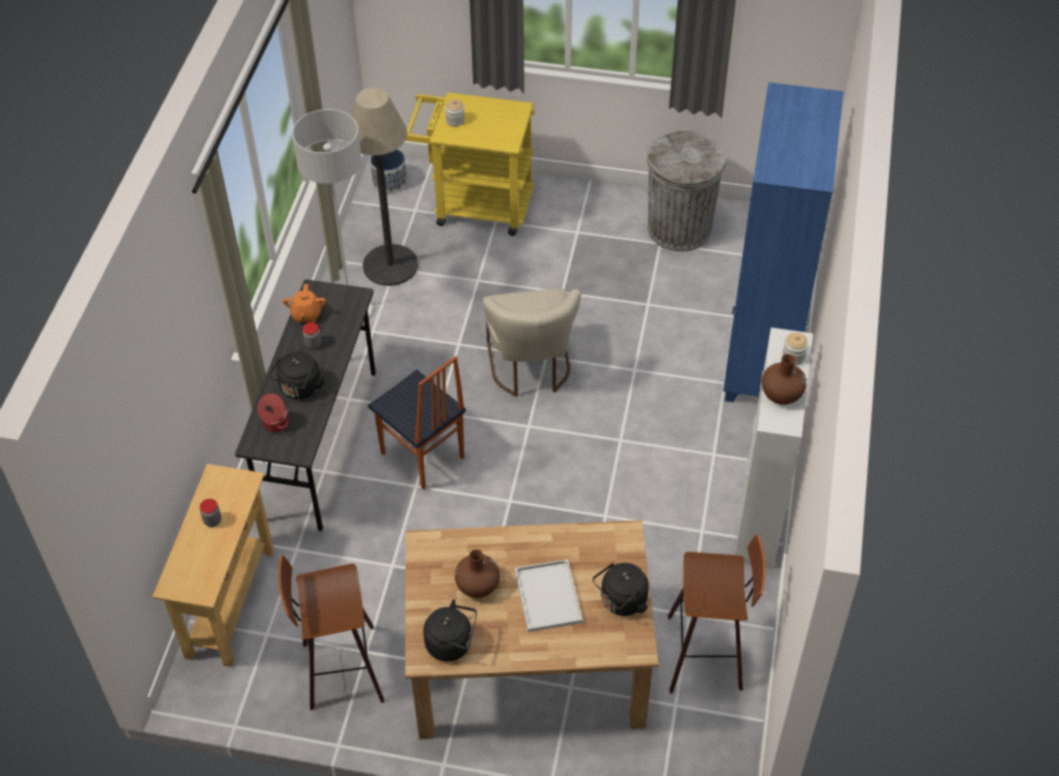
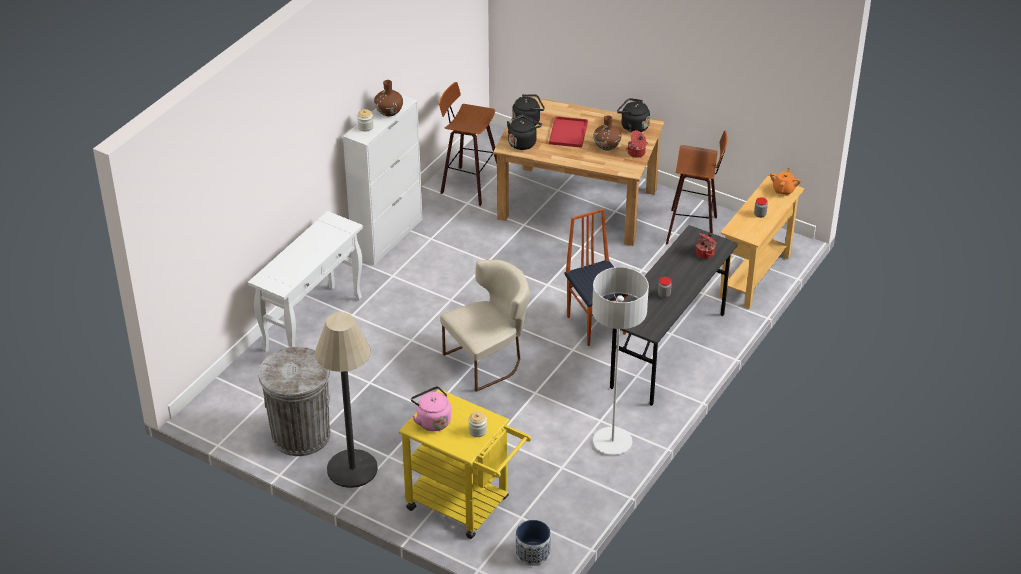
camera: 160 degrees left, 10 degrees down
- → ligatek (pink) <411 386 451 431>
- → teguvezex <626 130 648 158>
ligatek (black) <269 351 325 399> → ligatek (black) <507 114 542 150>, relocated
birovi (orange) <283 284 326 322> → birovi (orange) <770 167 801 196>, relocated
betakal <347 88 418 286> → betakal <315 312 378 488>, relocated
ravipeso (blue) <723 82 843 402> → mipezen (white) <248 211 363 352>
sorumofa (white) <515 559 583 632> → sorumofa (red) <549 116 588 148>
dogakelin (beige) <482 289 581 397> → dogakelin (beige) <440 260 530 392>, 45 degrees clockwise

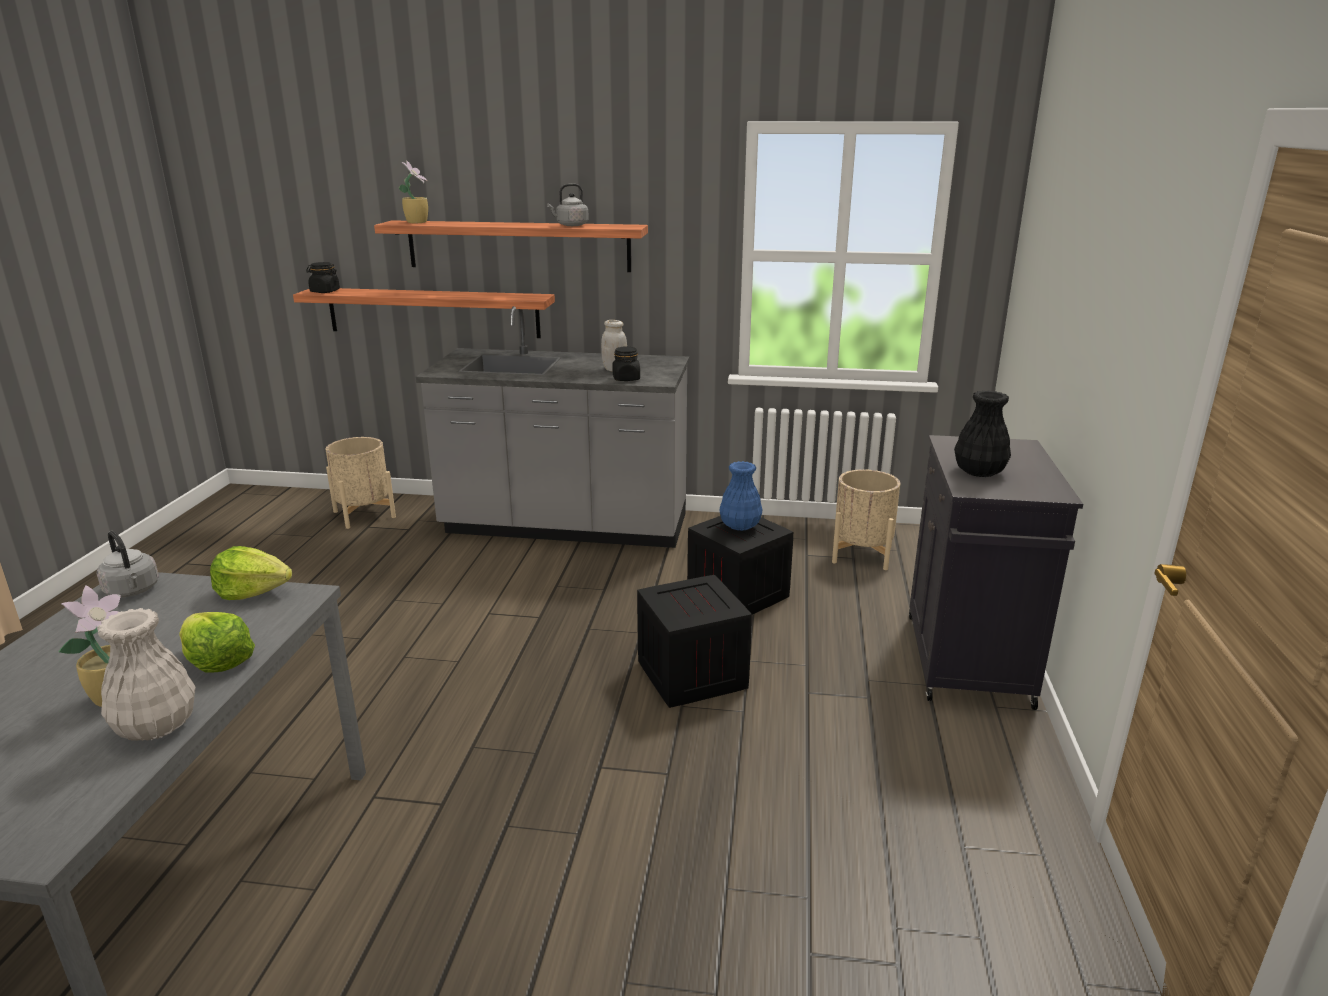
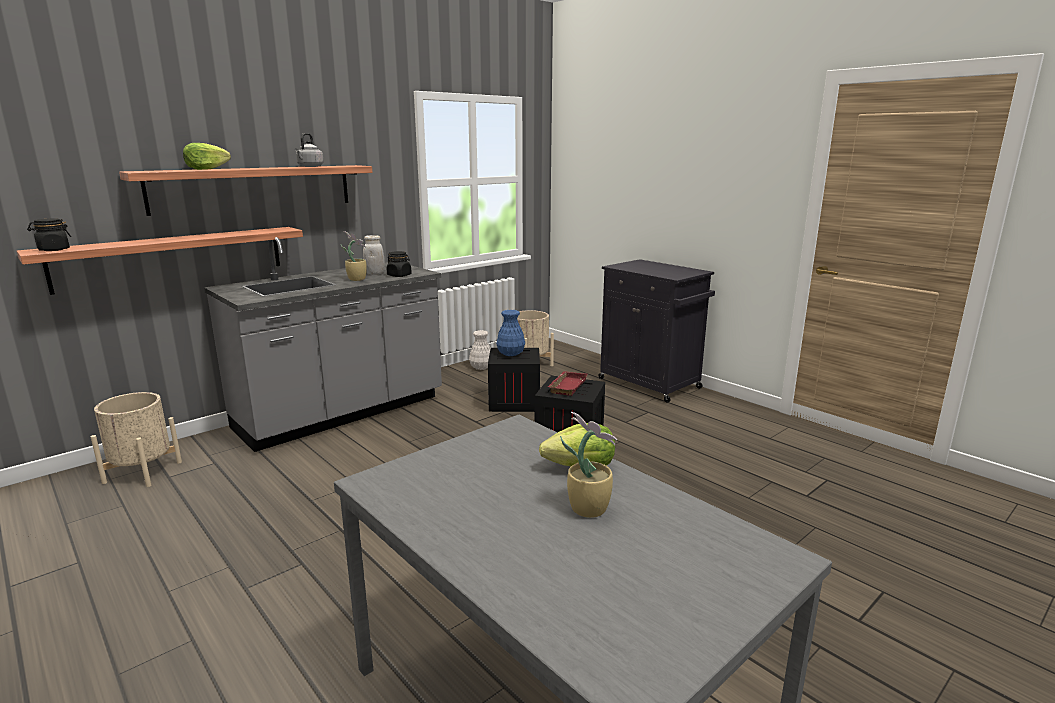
camera: 50 degrees left, 5 degrees down
ligatek (grey) <97 531 159 597> → -
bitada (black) <954 391 1011 477> → -
- → sorumofa (red) <548 371 588 396>
bitada (white) <97 608 196 741> → bitada (white) <469 330 491 370>, relocated
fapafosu <210 546 292 600> → fapafosu <183 143 231 170>, relocated
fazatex <399 161 428 223> → fazatex <341 231 367 281>, relocated

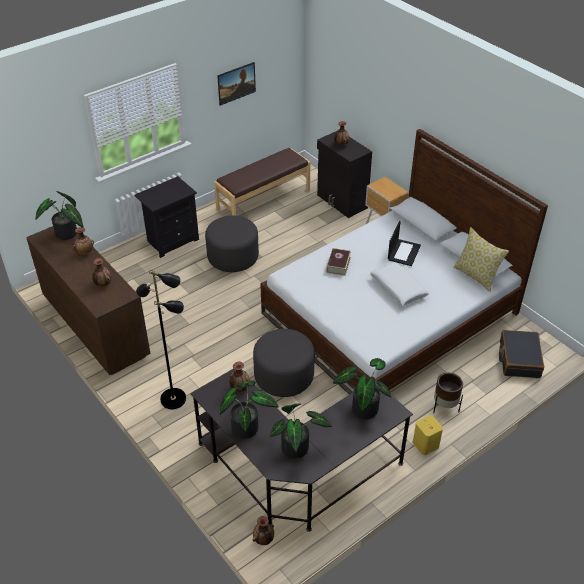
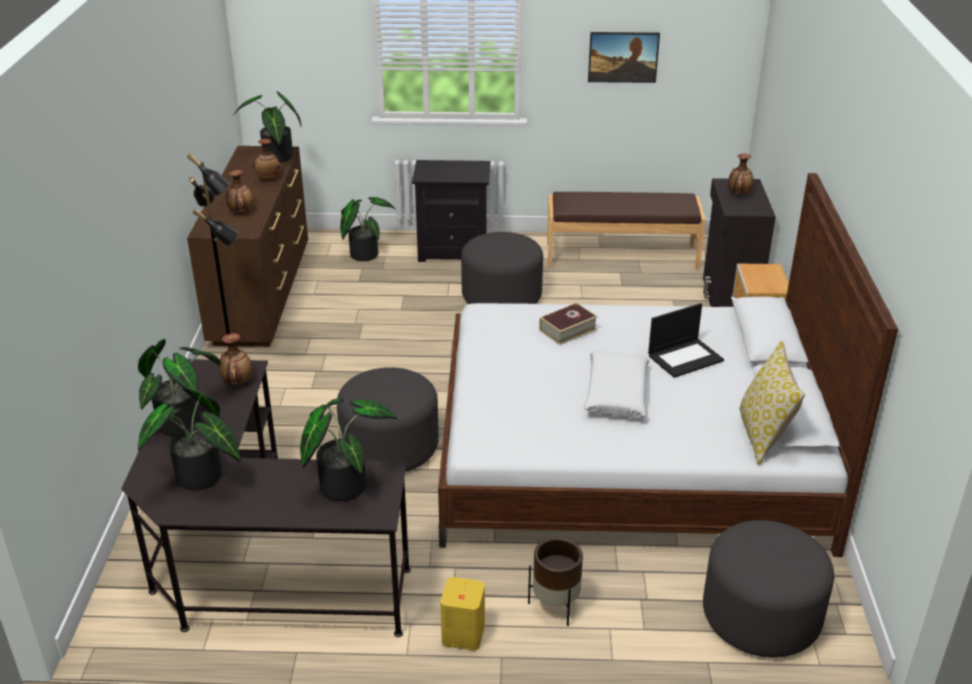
camera: 40 degrees right, 10 degrees down
bitada <253 516 274 545> → -
- → fazatex <340 197 395 261>
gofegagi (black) <499 330 544 378> → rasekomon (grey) <703 520 834 658>

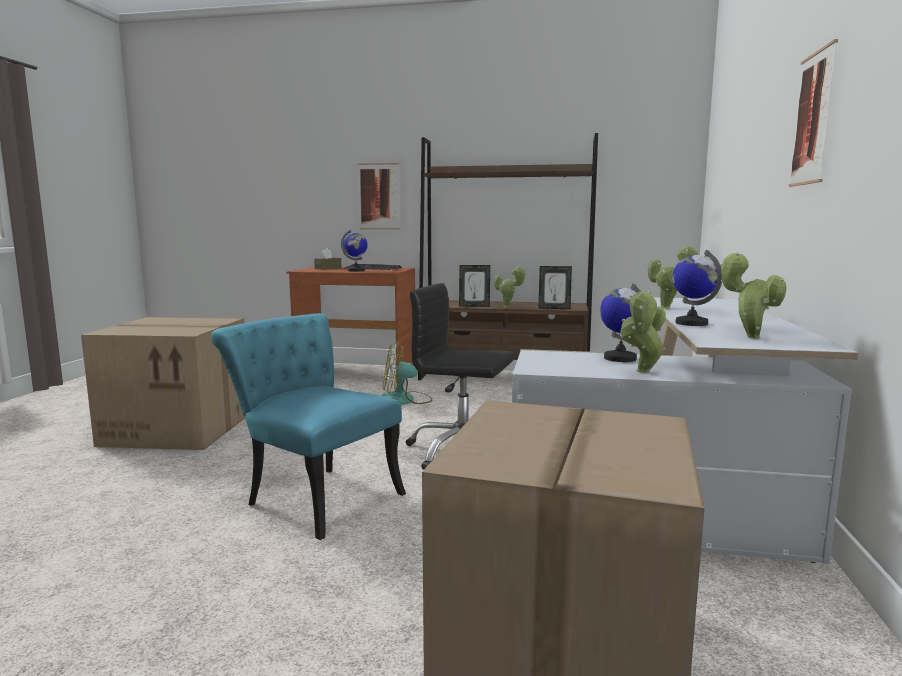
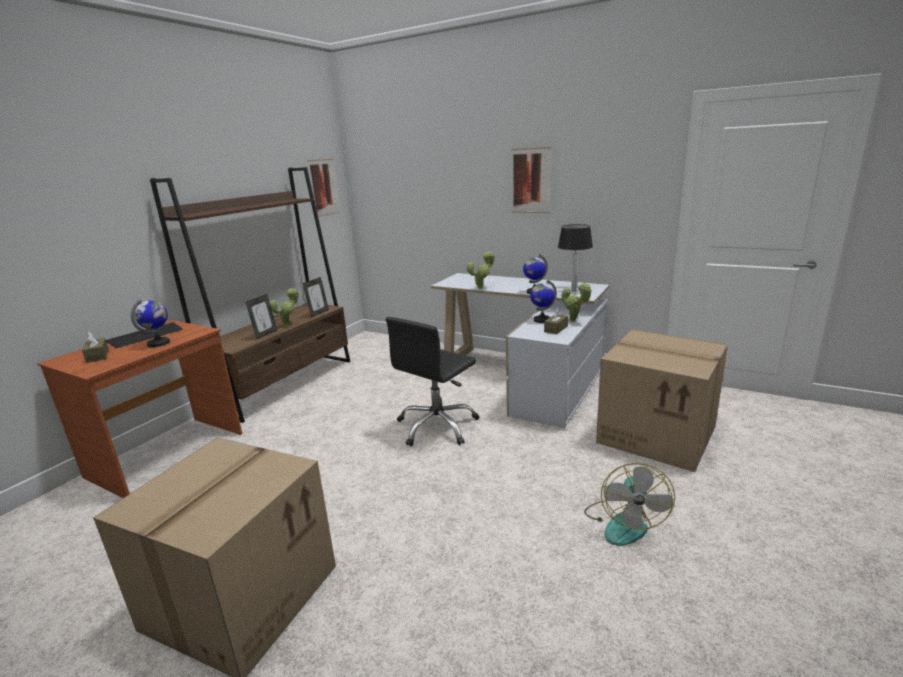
camera: 70 degrees left, 10 degrees up
dogakelin (turquoise) <211 313 406 540> → -
- → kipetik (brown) <544 308 568 334>
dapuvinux <358 163 400 230> → dapuvinux <307 159 340 217>, relocated
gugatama <381 342 432 405> → gugatama <584 463 675 546>, relocated
fazatex <720 252 787 338> → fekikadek <558 224 593 291>

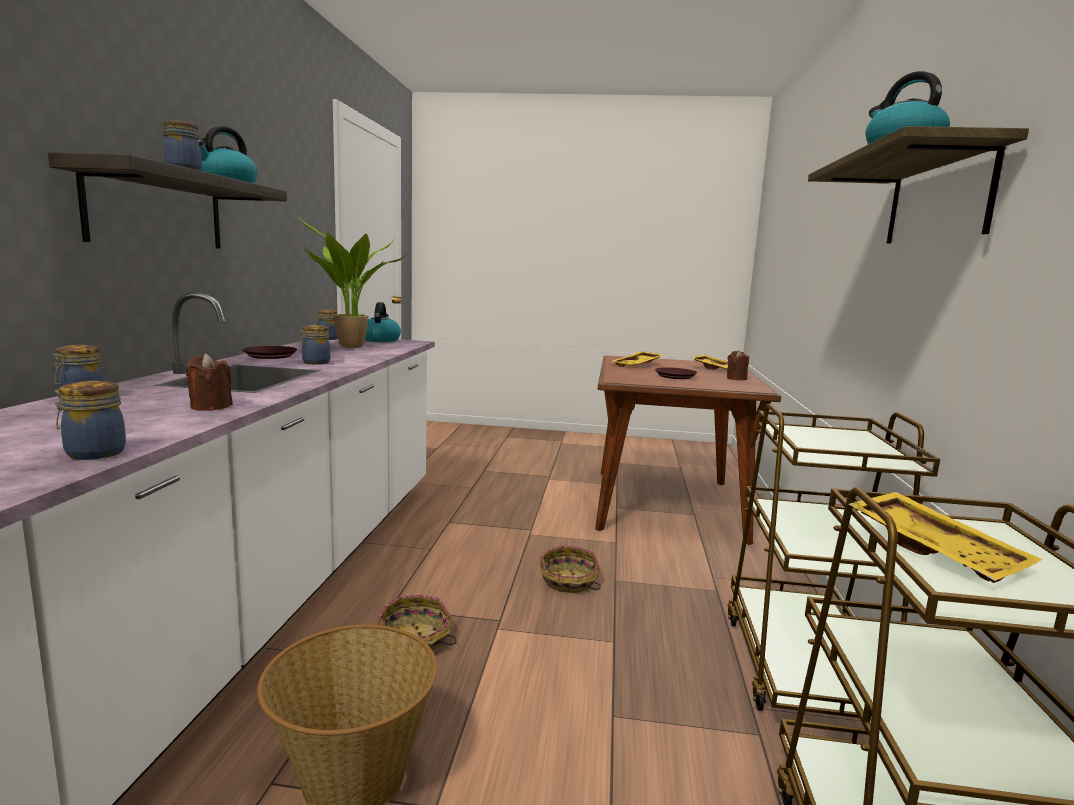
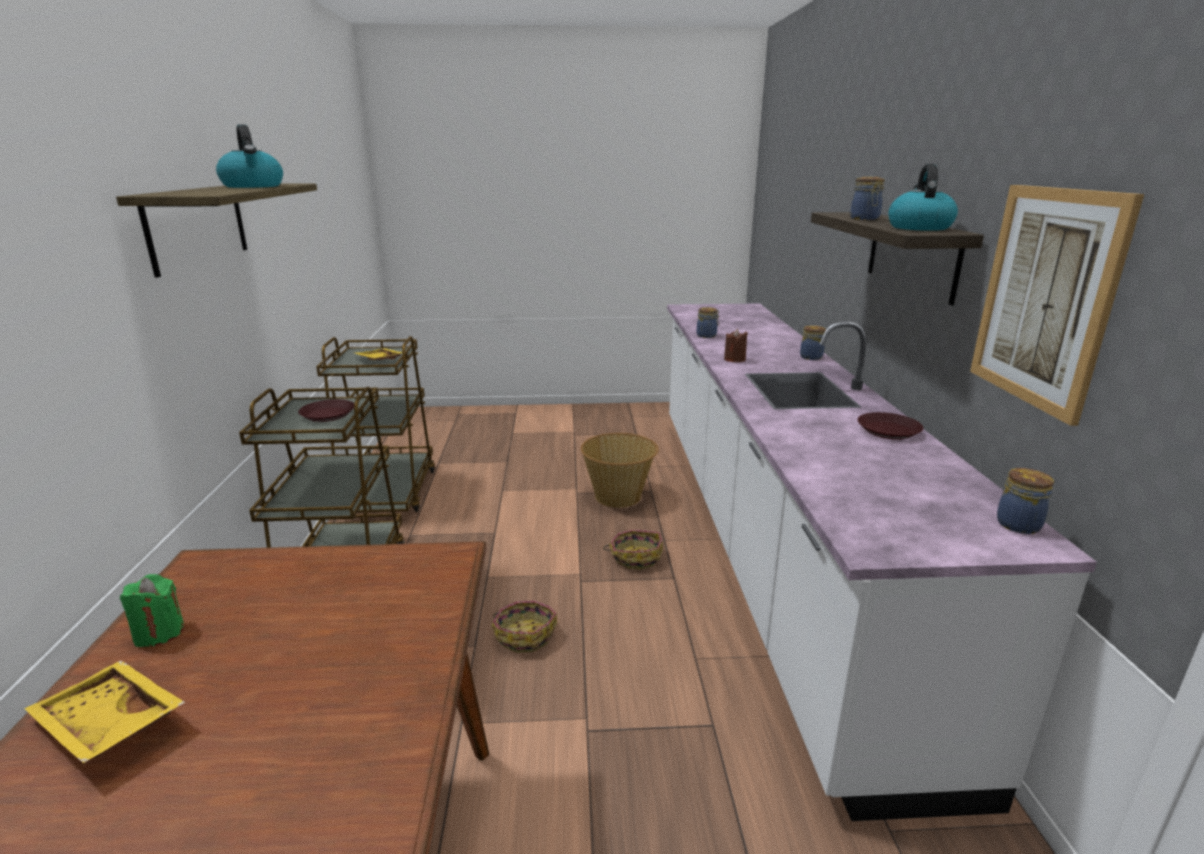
camera: 170 degrees right, 10 degrees up
fazatex <298 216 407 348> → -
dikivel <299 325 331 364> → -
ligatek <365 302 401 342> → -
sorumofa (yellow) <613 351 665 367> → -
- → dapuvinux <970 185 1144 426>
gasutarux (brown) <655 367 697 379> → gasutarux (brown) <298 399 354 422>, relocated
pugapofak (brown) <727 350 749 380> → pugapofak (green) <120 574 184 647>

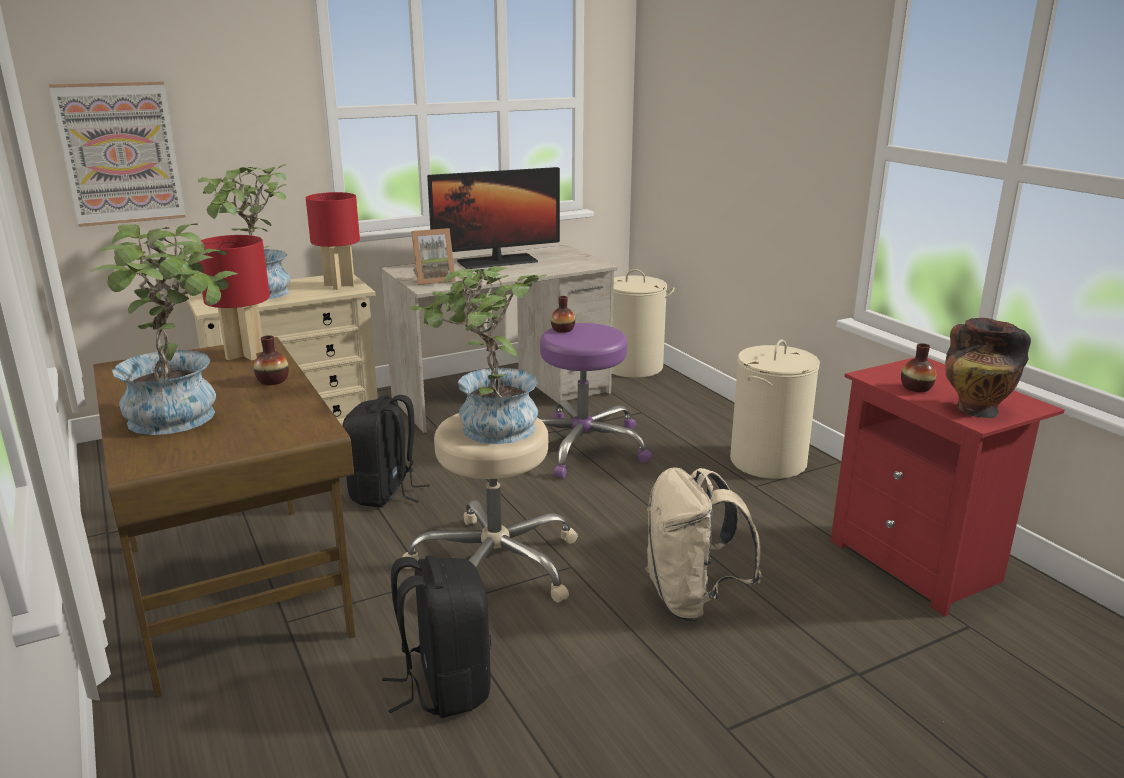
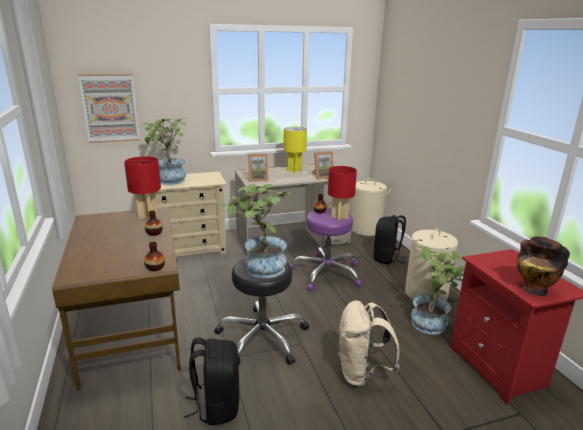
camera: 10 degrees right, 0 degrees up
- → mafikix <312 151 334 180>
fazatex <89 223 238 435> → fazatex <411 246 465 335>, relocated
fekikadek (red) <306 192 360 290> → fekikadek (red) <328 166 357 221>, relocated
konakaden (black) <342 395 430 508> → konakaden (black) <373 215 406 265>, relocated
bitada <901 343 936 392> → bitada <144 242 165 271>, relocated
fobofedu <427 167 560 269> → fekikadek (yellow) <283 127 307 173>
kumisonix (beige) <403 413 578 603> → kumisonix (black) <214 258 309 366>

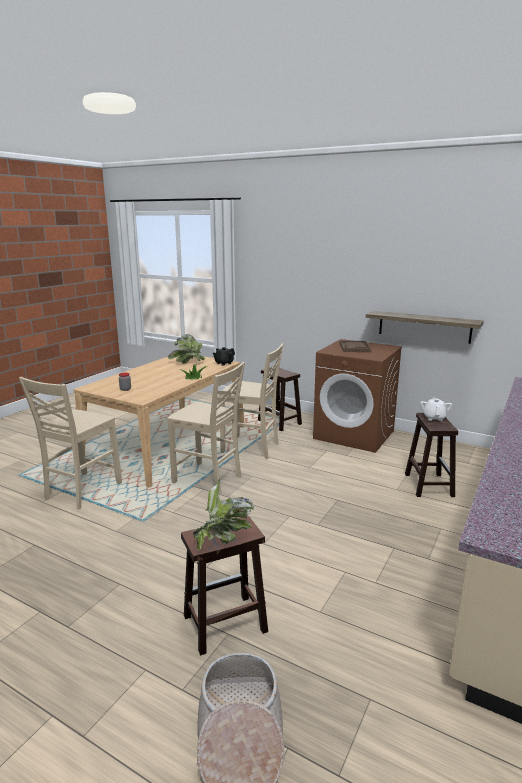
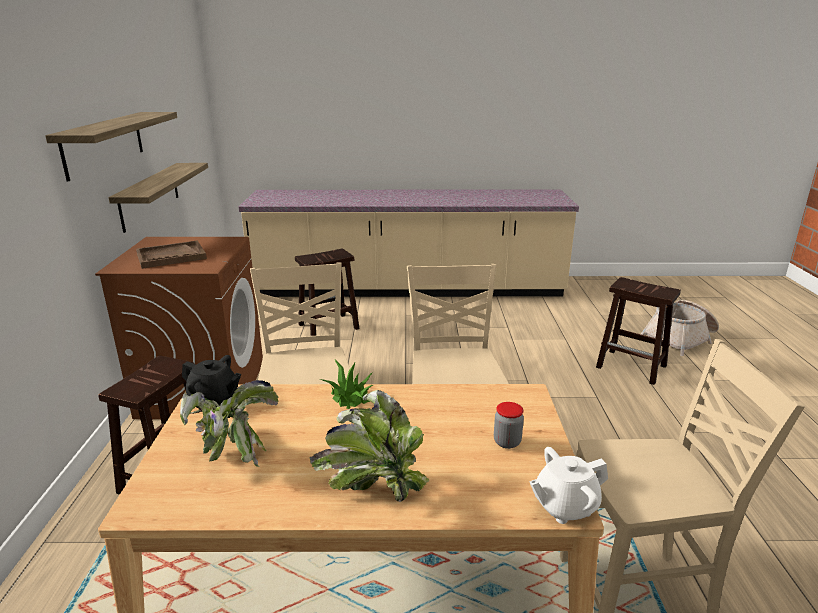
camera: 120 degrees left, 5 degrees up
- → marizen <45 112 177 182>
fazatex <193 479 254 551> → fazatex <310 390 429 502>, relocated
birovi (white) <420 397 452 421> → birovi (white) <530 447 608 524>, relocated

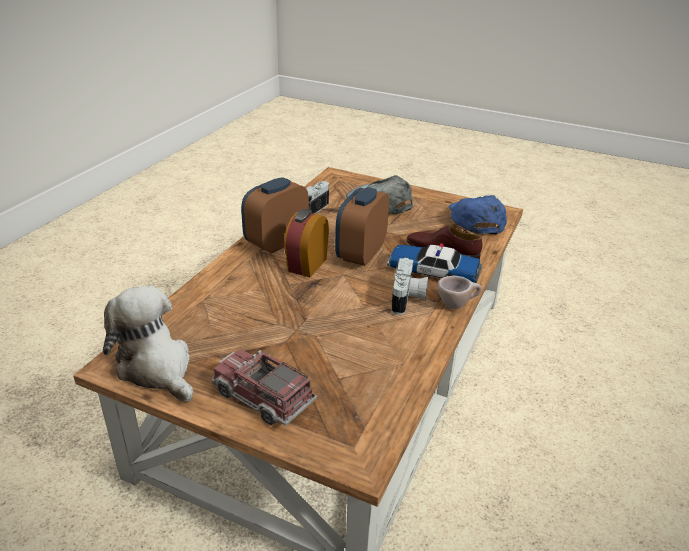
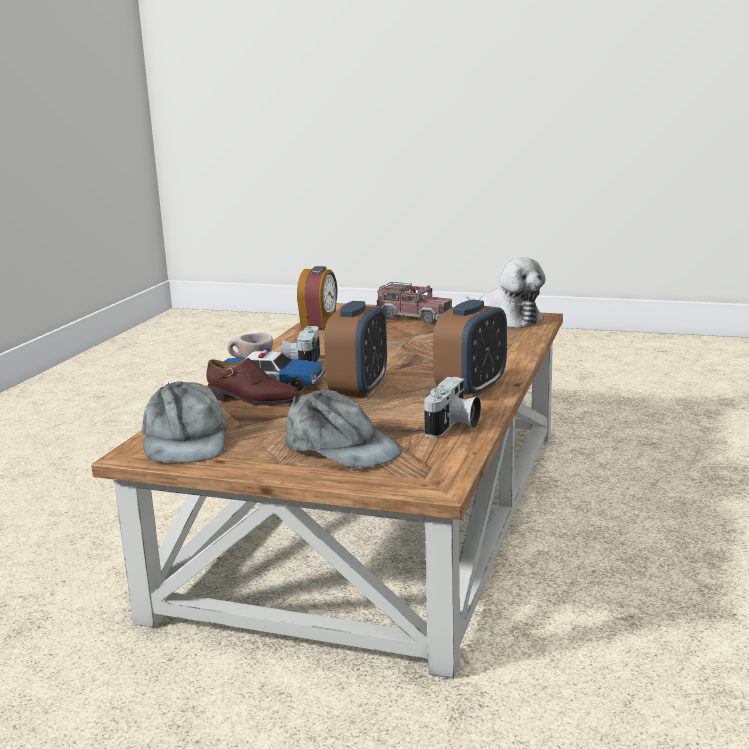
camera: 175 degrees right, 15 degrees down
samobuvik <284 209 329 277> → samobuvik <297 266 337 329>, relocated
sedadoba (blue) <449 195 507 234> → sedadoba (grey) <142 381 227 463>

